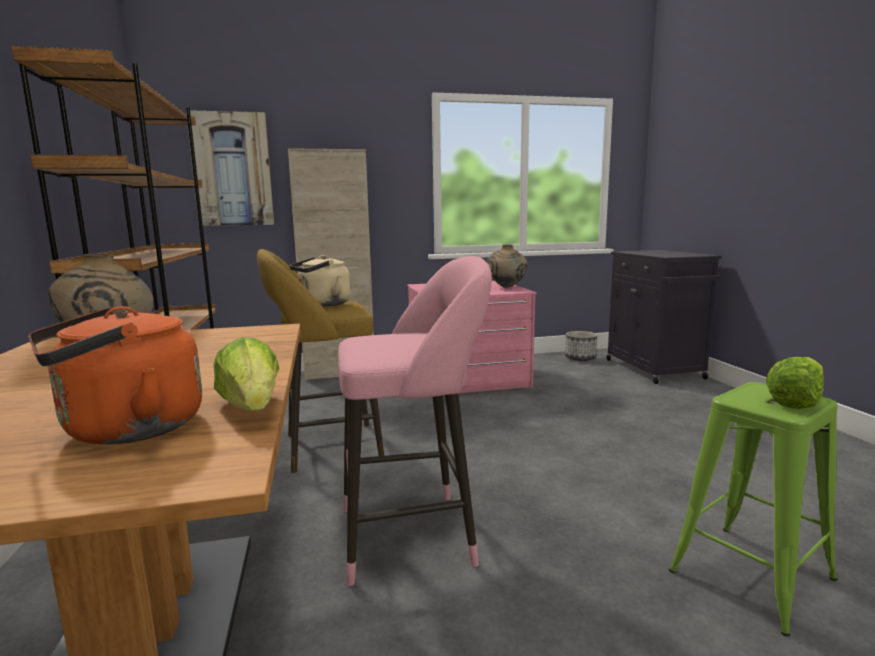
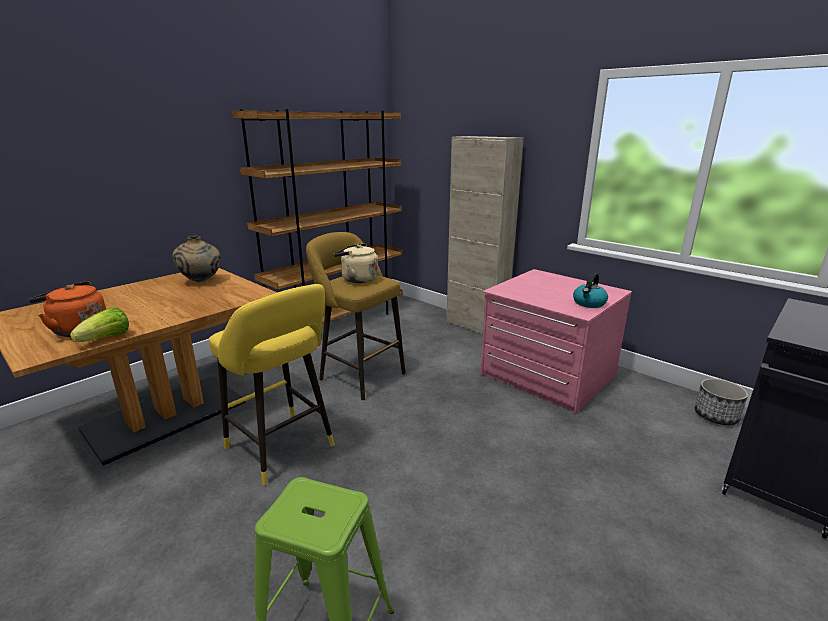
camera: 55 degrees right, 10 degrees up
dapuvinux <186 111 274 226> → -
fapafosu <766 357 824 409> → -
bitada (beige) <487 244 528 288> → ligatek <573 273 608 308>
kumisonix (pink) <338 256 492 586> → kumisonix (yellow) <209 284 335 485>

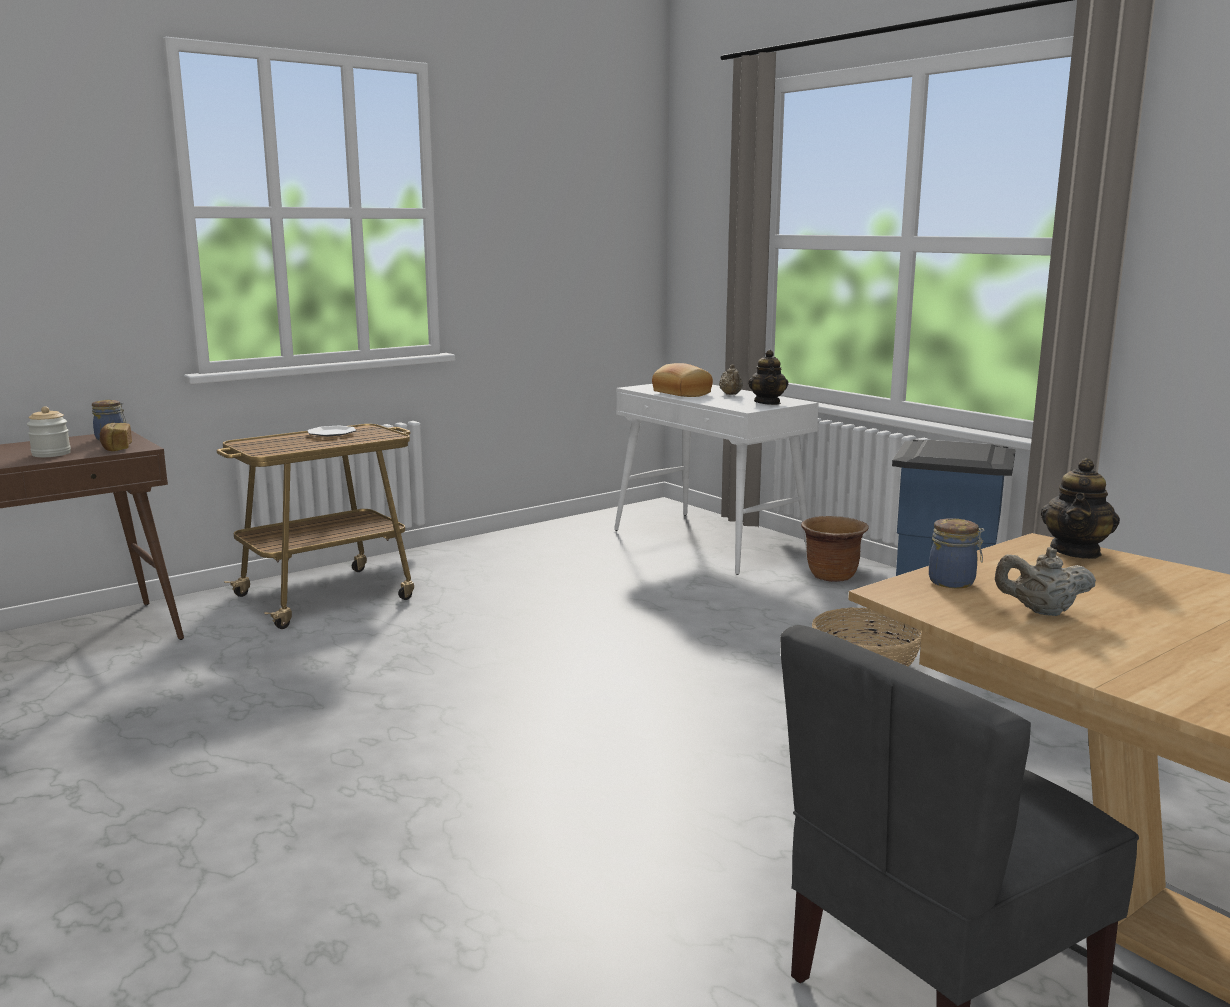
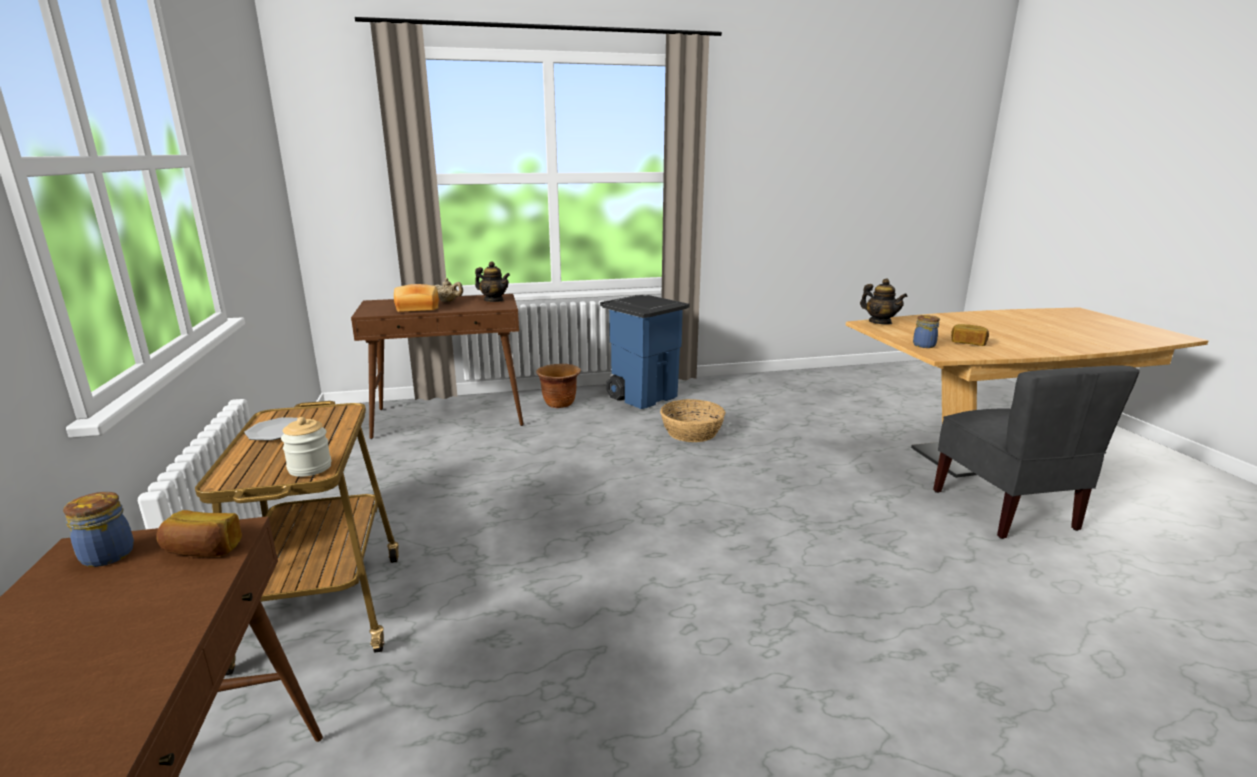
camera: 65 degrees left, 5 degrees up
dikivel <27 406 71 457> → dikivel <281 417 331 477>, relocated
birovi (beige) <995 547 1096 616> → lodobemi <951 324 989 346>
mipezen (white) <614 384 819 575> → mipezen (brown) <351 294 524 439>

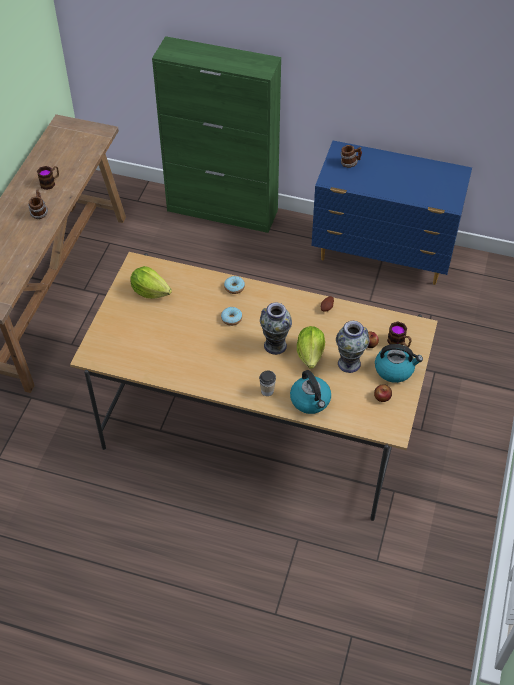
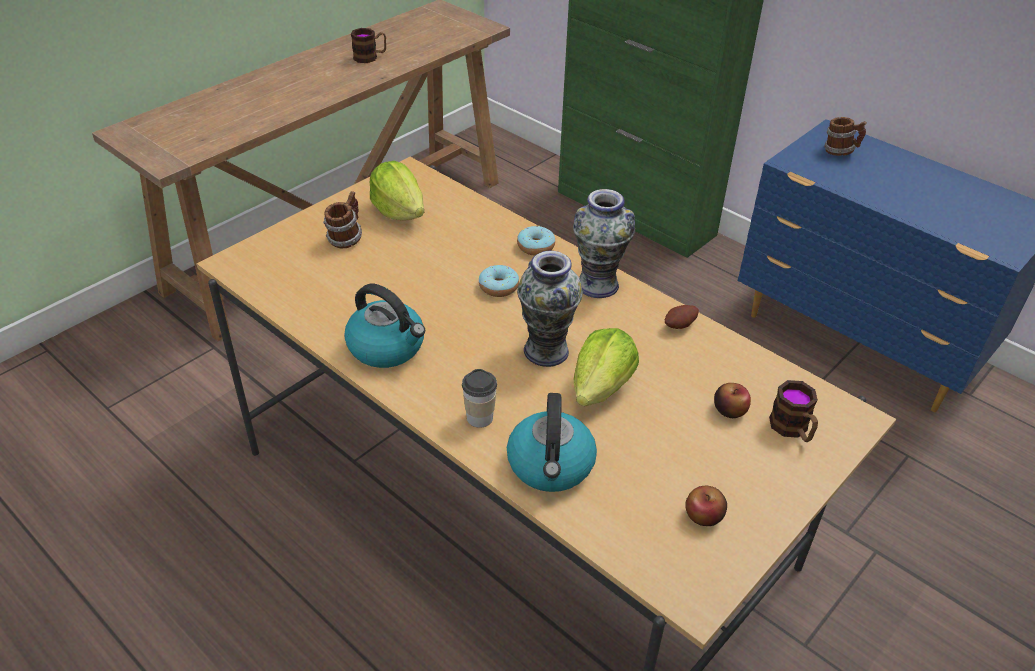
camera: 25 degrees right, 10 degrees down
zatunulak <28 189 48 219> → zatunulak <323 191 362 249>, relocated
bitada <336 321 370 373> → bitada <573 189 635 298>, relocated
ligatek <375 344 423 383> → ligatek <344 284 425 368>, relocated

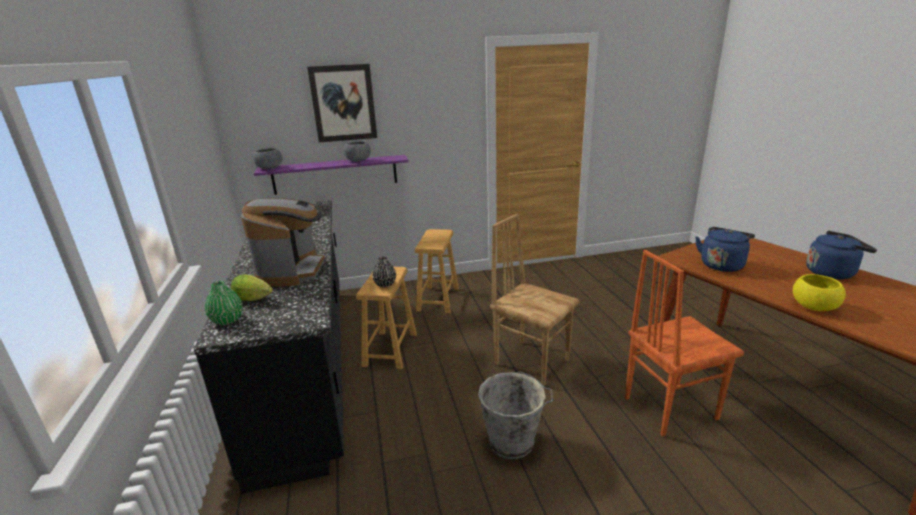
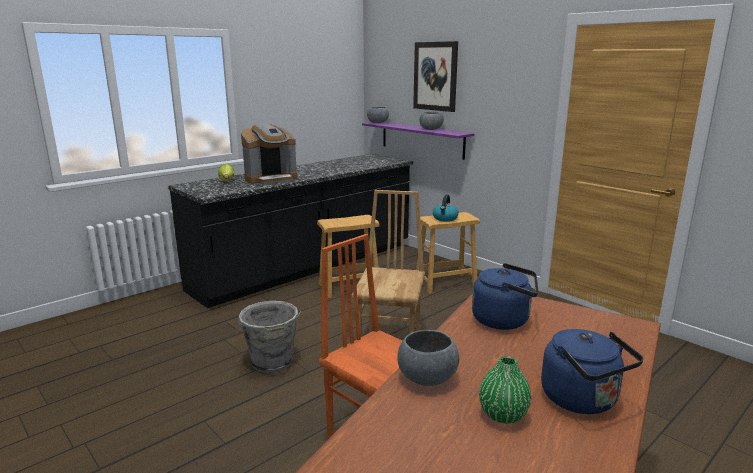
camera: 60 degrees right, 5 degrees down
bitada (black) <372 257 396 288> → -
- → ligatek <433 195 459 222>
bitada (green) <205 281 243 325> → bitada (green) <479 356 531 424>, relocated
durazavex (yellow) <793 274 846 311> → durazavex (grey) <397 330 459 386>

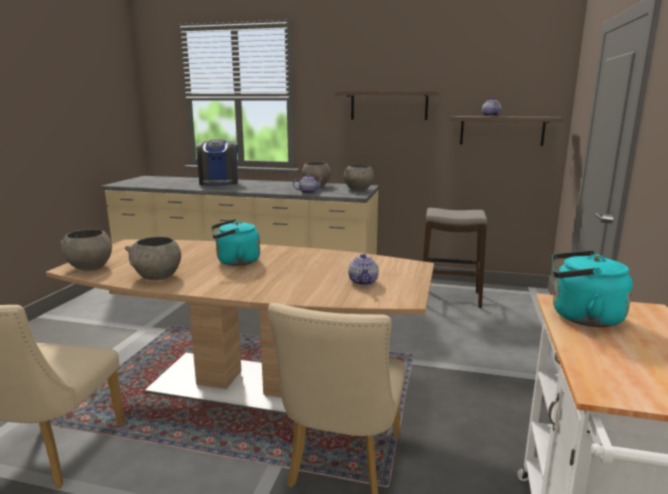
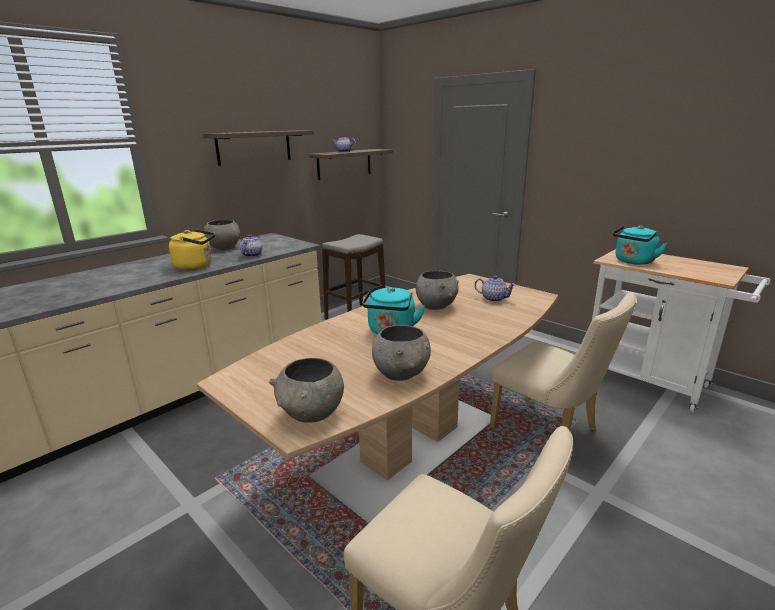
camera: 60 degrees left, 5 degrees up
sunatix <197 139 238 186> → -
- → ligatek (yellow) <169 229 215 270>
durazavex (grey) <344 165 374 190> → durazavex (grey) <416 271 459 310>, relocated

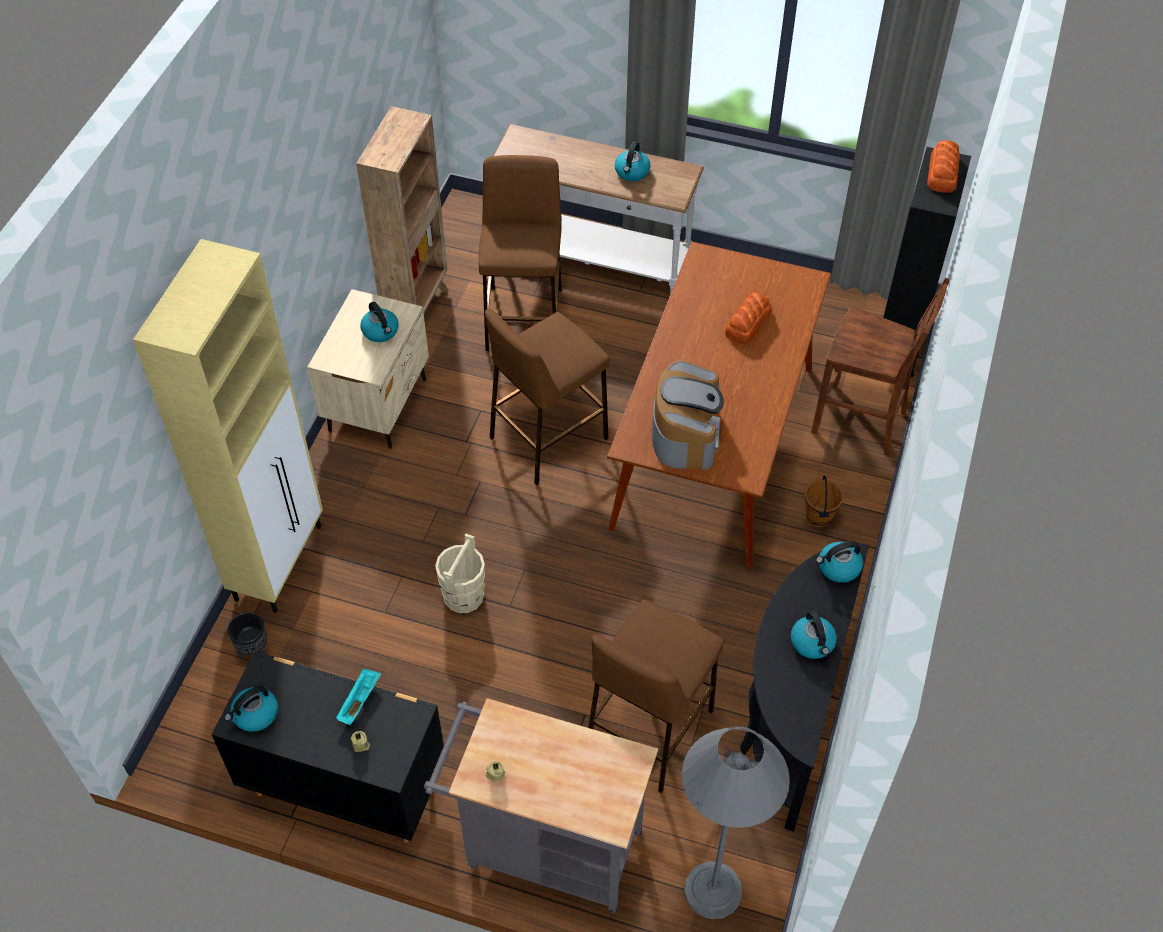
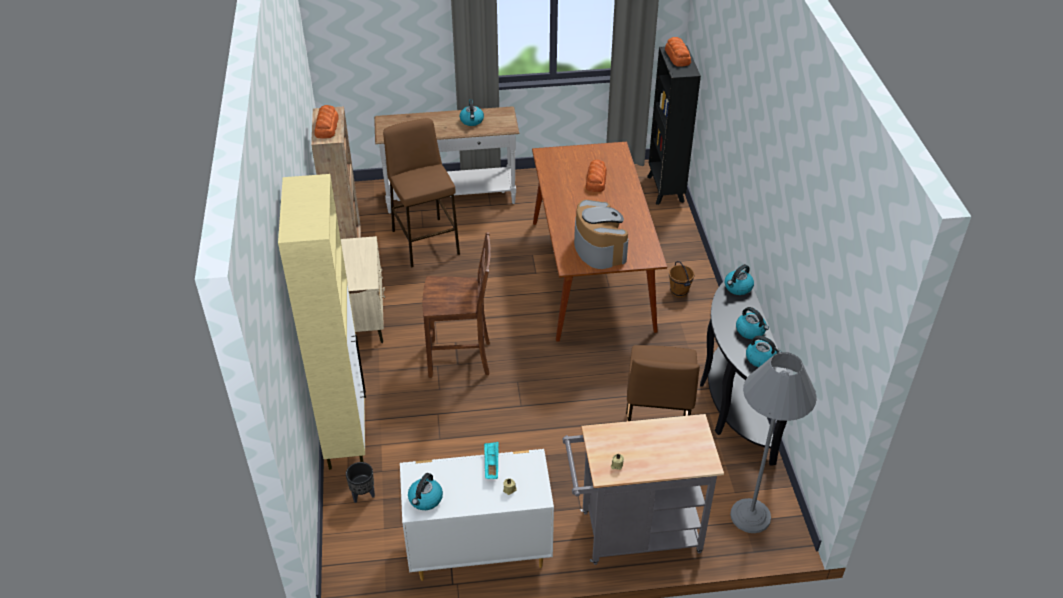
camera: 25 degrees left, 10 degrees down
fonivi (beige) <435 533 485 613> → -
kumisonix (brown) <485 309 609 485> → -
- → lodobemi <314 105 338 139>
ligatek <360 302 399 342> → ligatek <746 336 782 367>, relocated
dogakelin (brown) <811 278 950 456> → dogakelin (brown) <423 232 491 378>, relocated
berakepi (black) <211 651 444 843> → berakepi (white) <400 449 554 581>

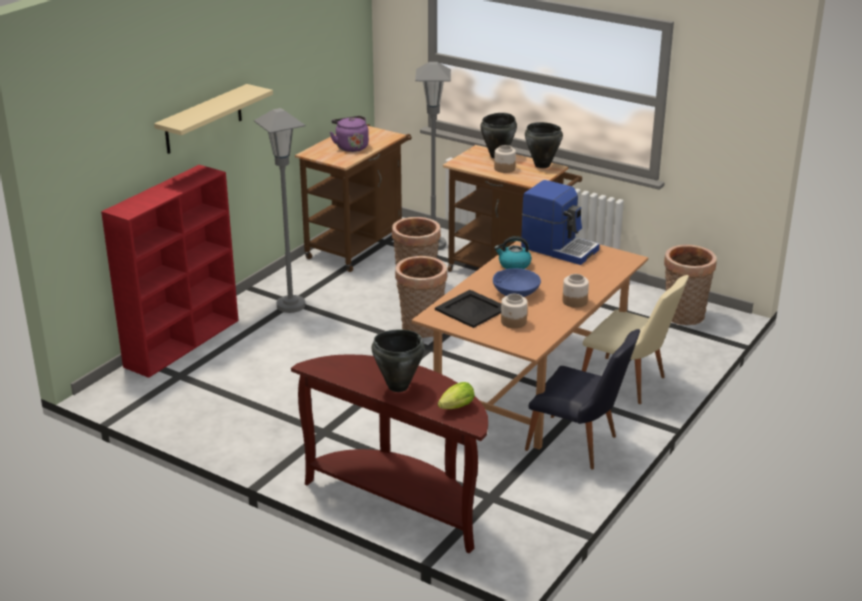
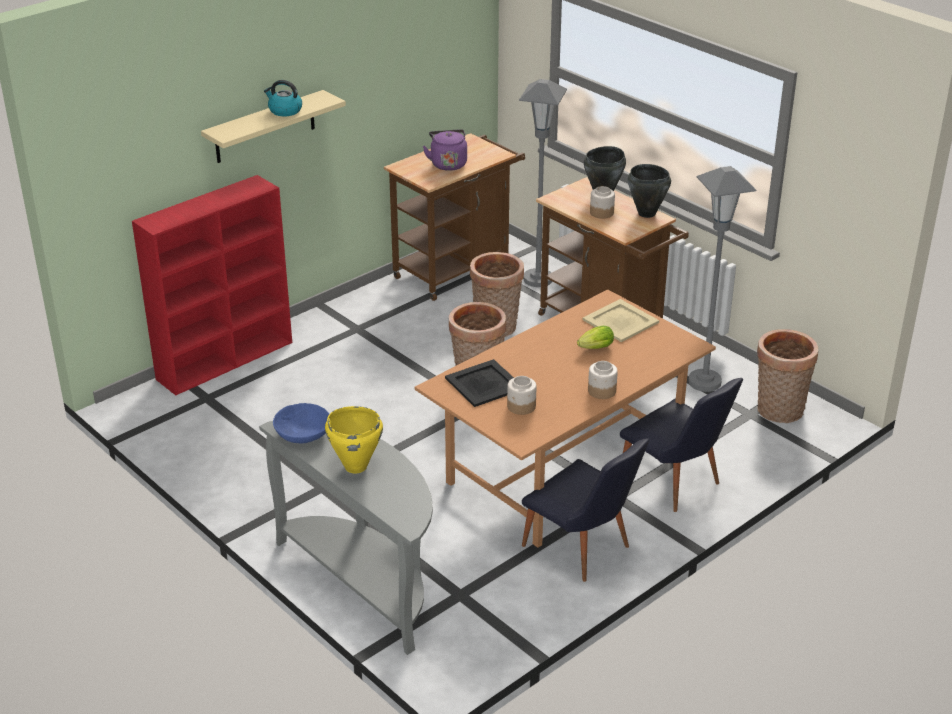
camera: 15 degrees right, 5 degrees up
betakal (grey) <254 108 306 313> → betakal (grey) <688 166 756 392>, relocated
fapafosu <438 382 475 409> → fapafosu <577 326 614 349>, relocated
durazavex (blue) <493 268 541 297> → durazavex (blue) <273 403 329 443>, relocated
ligatek <494 236 532 269> → ligatek <264 80 302 116>, relocated
sunatix <521 180 600 265> → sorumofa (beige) <582 299 659 342>
mipezen (brown) <291 354 488 554> → mipezen (grey) <259 421 433 655>
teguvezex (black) <371 329 425 392> → teguvezex (yellow) <325 406 383 473>
dogakelin (beige) <582 275 689 404> → dogakelin (black) <620 378 743 512>

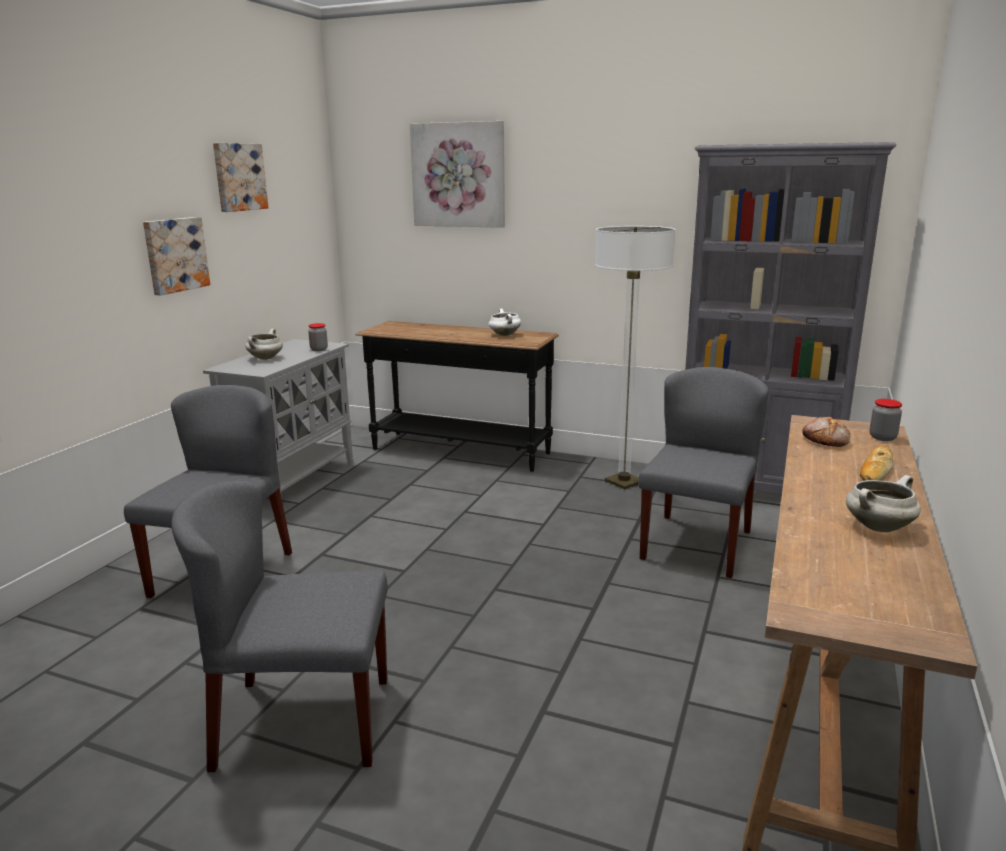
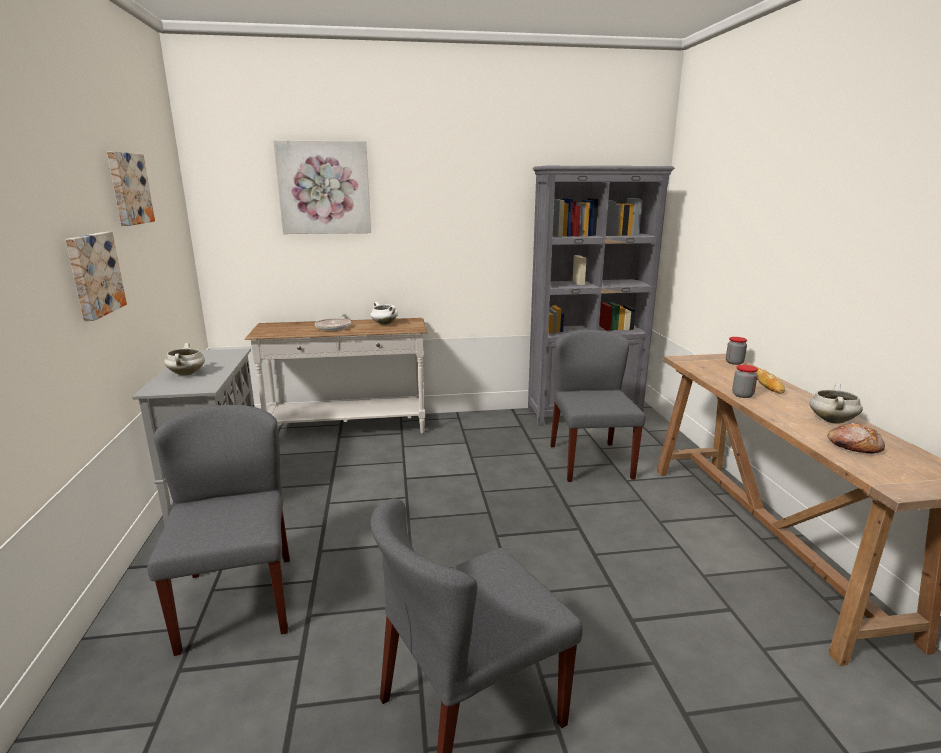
camera: 30 degrees left, 0 degrees up
betakal <595 226 675 489> → -
- → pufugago <315 313 351 331>
dikivel <308 323 328 351> → dikivel <732 365 758 398>, relocated
lodobemi <802 417 851 447> → lodobemi <827 423 885 454>, relocated
mipezen (black) <356 321 559 472> → mipezen (white) <245 318 428 434>

